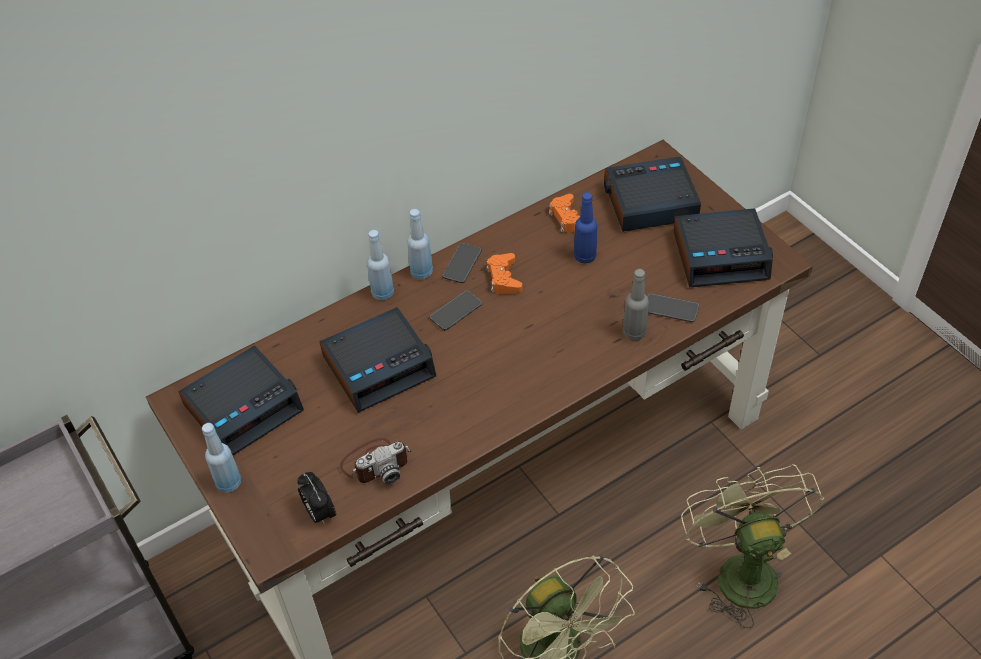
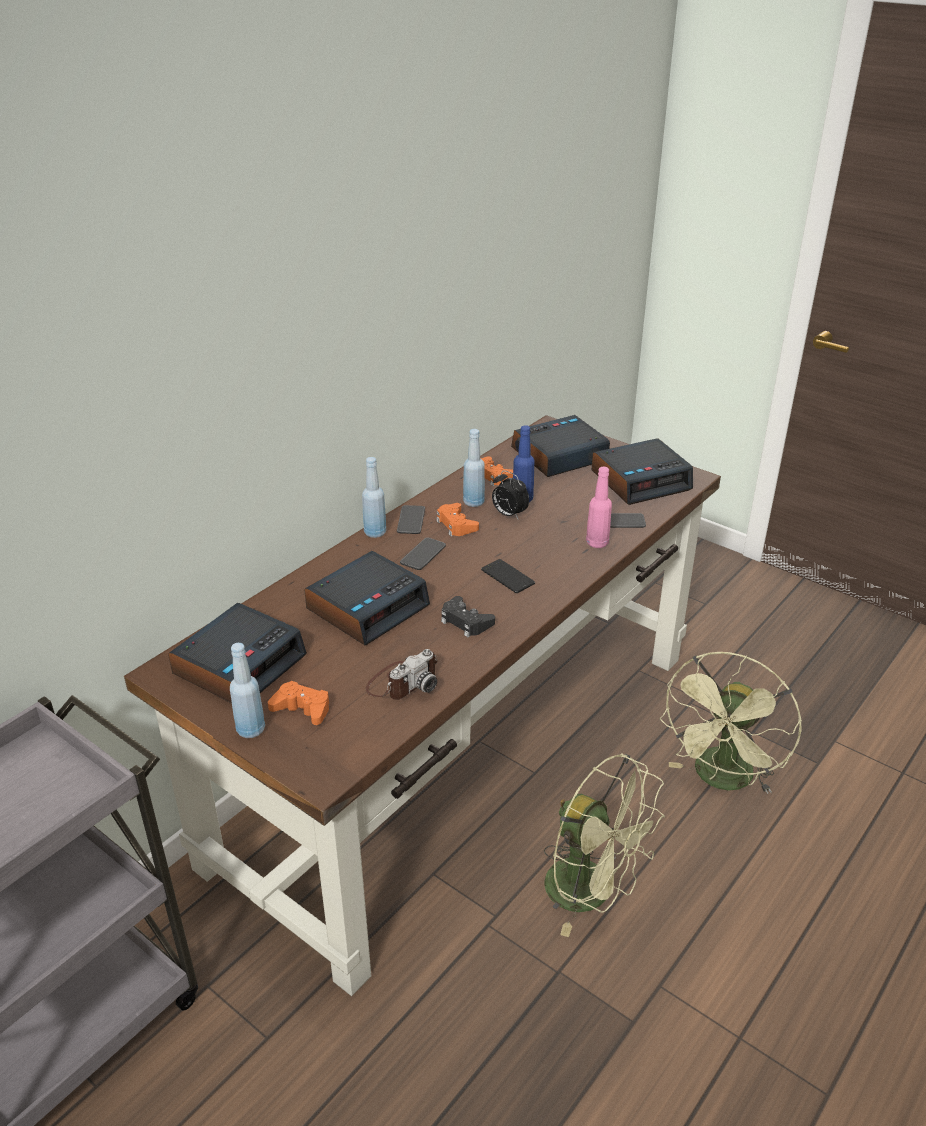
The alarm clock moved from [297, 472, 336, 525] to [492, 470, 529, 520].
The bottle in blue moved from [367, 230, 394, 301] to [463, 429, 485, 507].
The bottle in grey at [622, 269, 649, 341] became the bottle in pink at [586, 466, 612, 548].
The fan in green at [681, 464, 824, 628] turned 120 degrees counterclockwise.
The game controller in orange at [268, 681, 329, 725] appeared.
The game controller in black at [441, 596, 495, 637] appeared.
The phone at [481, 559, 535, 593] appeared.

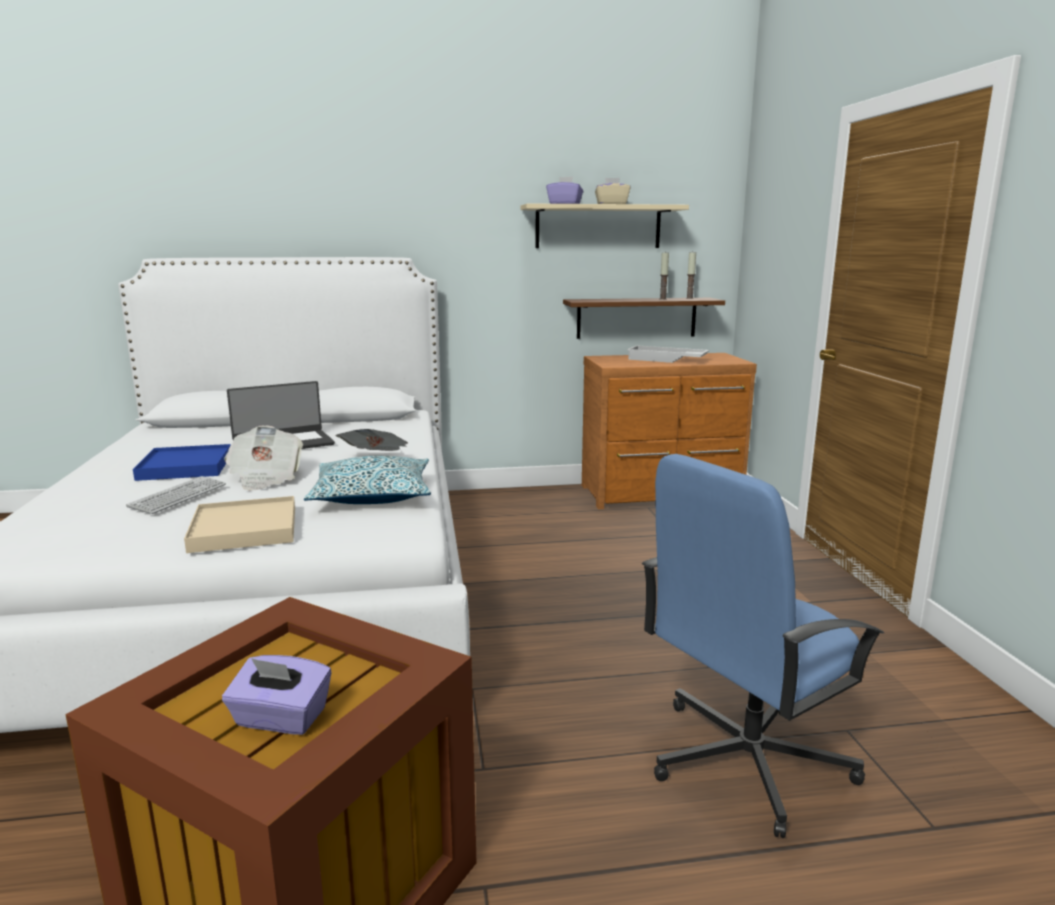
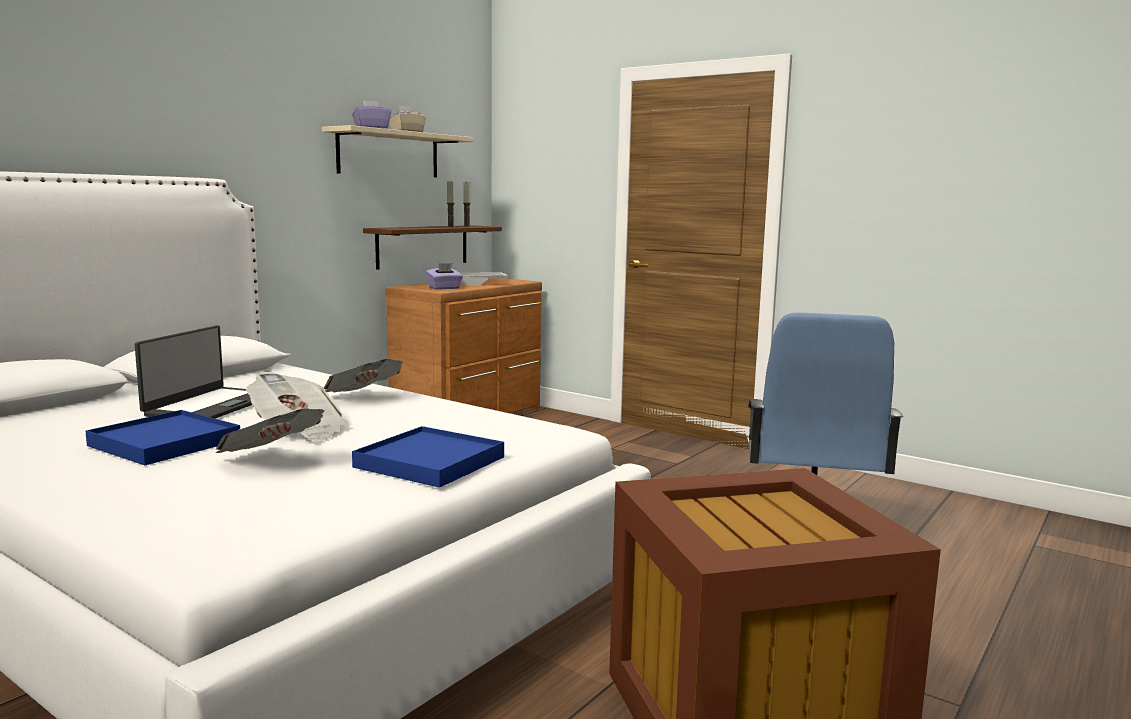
The keyboard at [126, 476, 226, 514] was replaced by the newspaper at [215, 408, 324, 453].
The tray in beige at [184, 496, 295, 553] became the tray in blue at [352, 426, 504, 488].
The tissue box in purple moved from [222, 655, 331, 735] to [425, 263, 463, 290].
The pillow at [304, 456, 431, 504] disappeared.

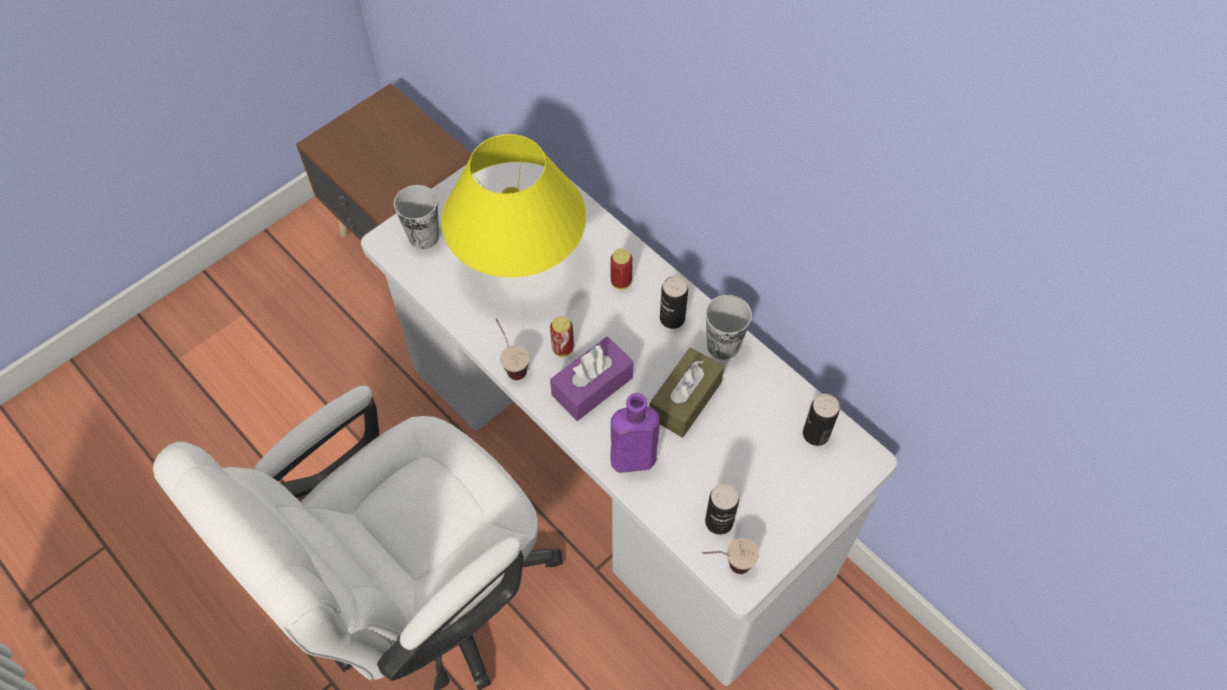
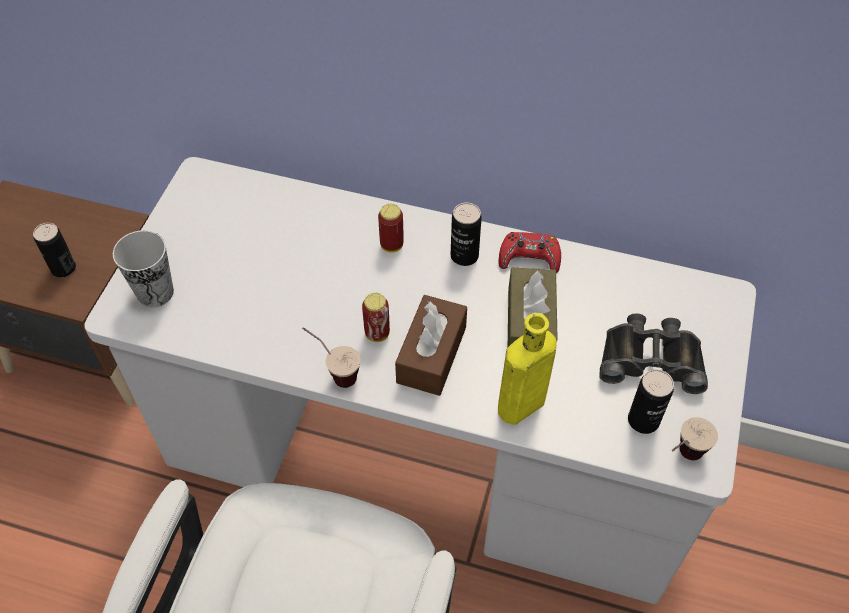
The table lamp in yellow at [442, 134, 587, 278] disappeared.
The tissue box in purple at [550, 336, 633, 421] became the tissue box in brown at [395, 295, 467, 396].
The bottle in purple at [611, 393, 660, 473] became the bottle in yellow at [498, 313, 557, 425].
The cup at [706, 295, 752, 360] was replaced by the game controller in red at [499, 232, 561, 273].
The can moved from [803, 394, 840, 446] to [33, 223, 76, 277].
The binoculars in black at [599, 313, 708, 394] appeared.

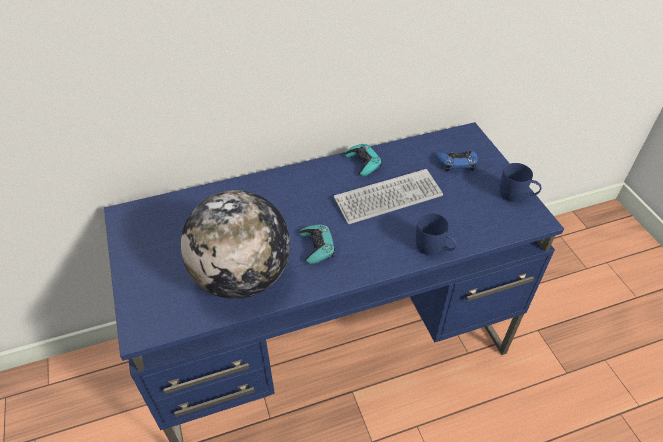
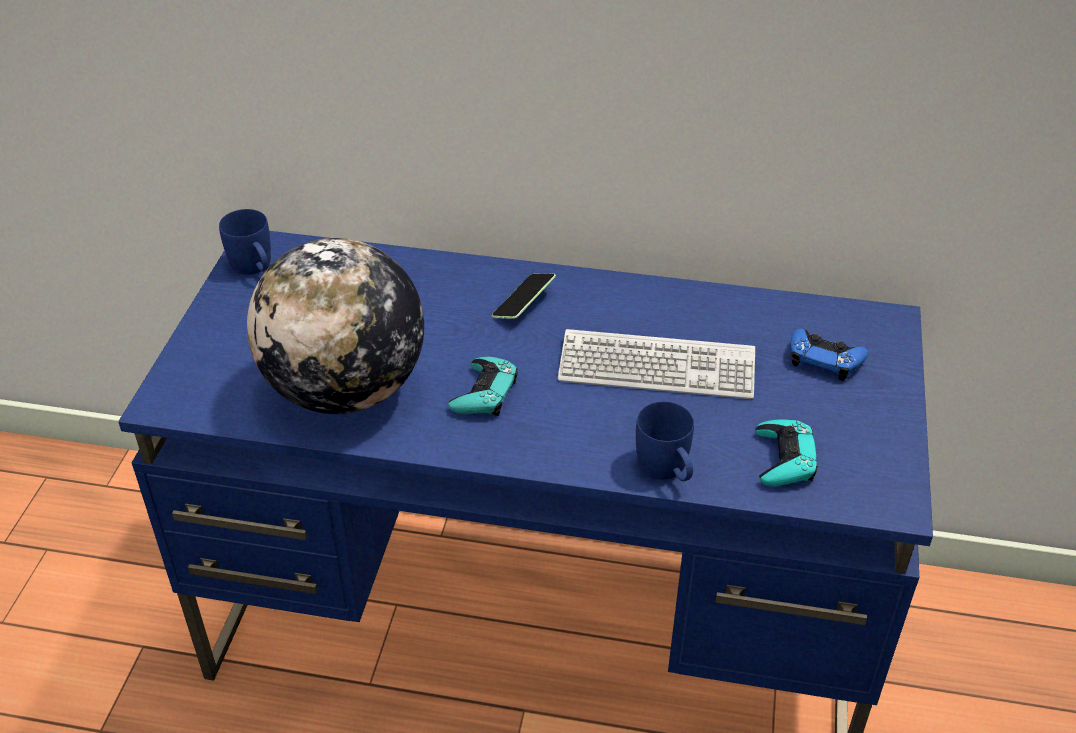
The game controller in turquoise moved from [345, 144, 382, 176] to [755, 419, 818, 486].
The mug in blue moved from [500, 163, 541, 202] to [219, 209, 271, 275].
The phone at [492, 273, 556, 319] appeared.

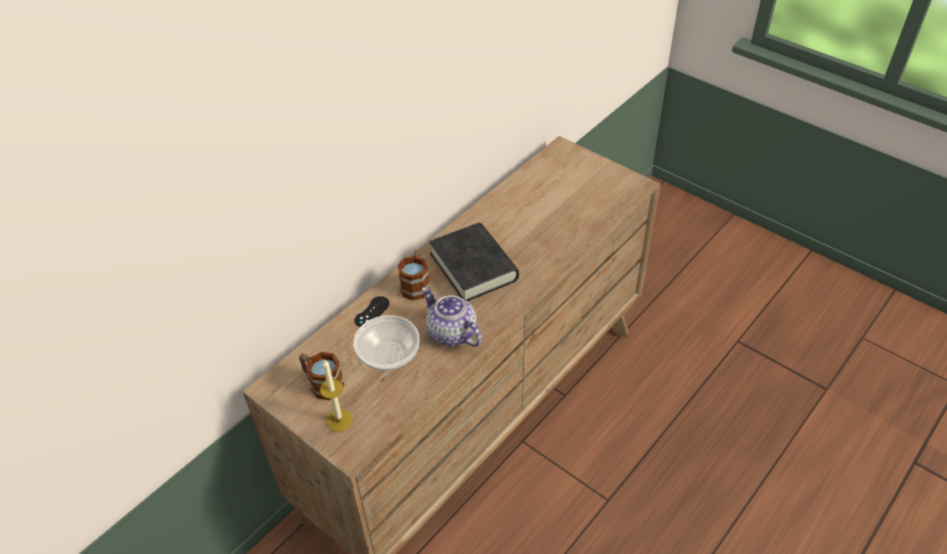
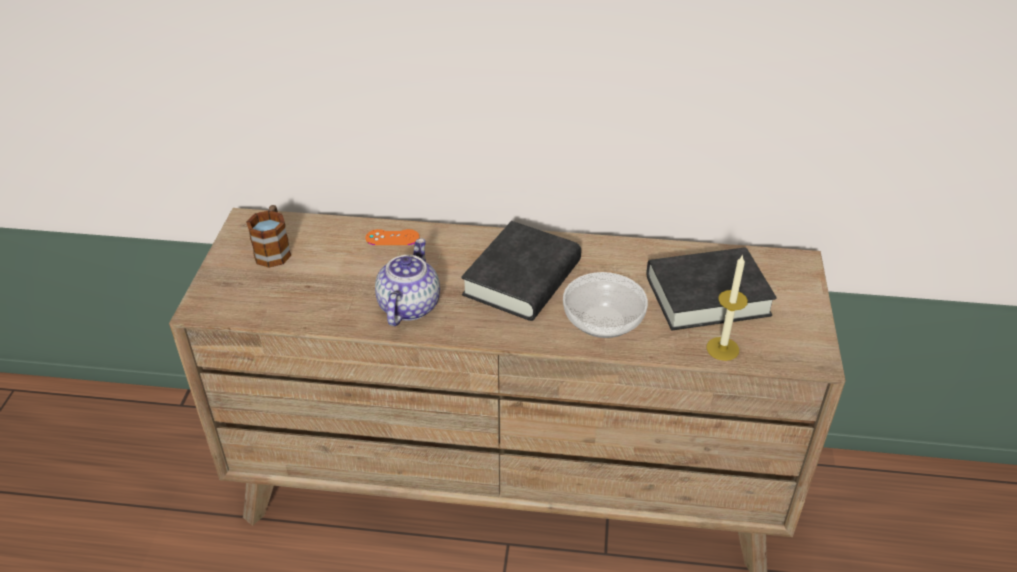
The candle moved from [320, 360, 353, 431] to [706, 254, 748, 361].
The bowl moved from [353, 315, 420, 371] to [563, 272, 648, 338].
The game controller in black at [355, 296, 390, 327] became the game controller in orange at [365, 229, 420, 245].
The mug at [397, 250, 429, 301] disappeared.
The book in black at [646, 247, 776, 331] appeared.

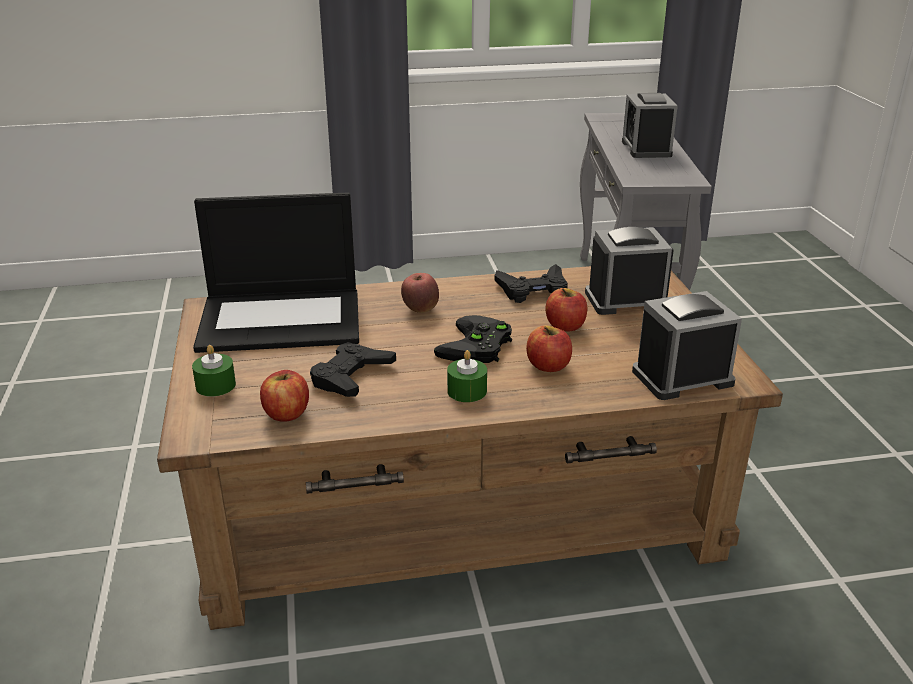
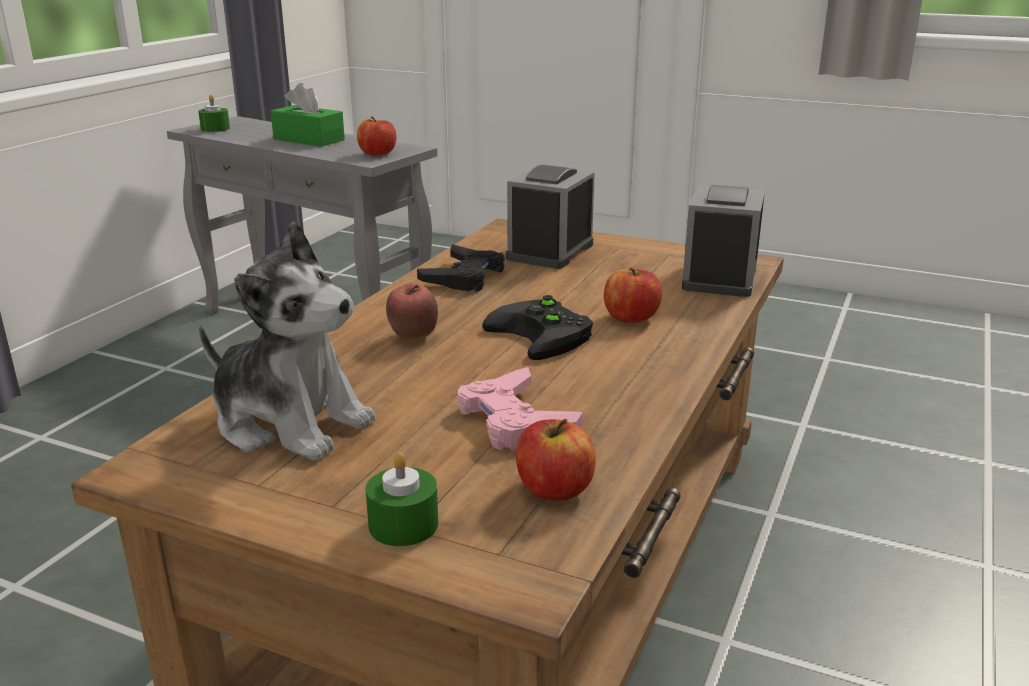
The laptop at [193, 192, 359, 353] was replaced by the plush toy at [199, 221, 376, 461].
The game controller in black at [310, 342, 396, 397] became the game controller in pink at [458, 367, 583, 450].
The candle in green moved from [447, 350, 487, 402] to [198, 95, 230, 132].
The apple moved from [545, 288, 587, 331] to [357, 116, 397, 155].
The alarm clock at [622, 93, 678, 158] was replaced by the tissue box in green at [271, 83, 345, 147].

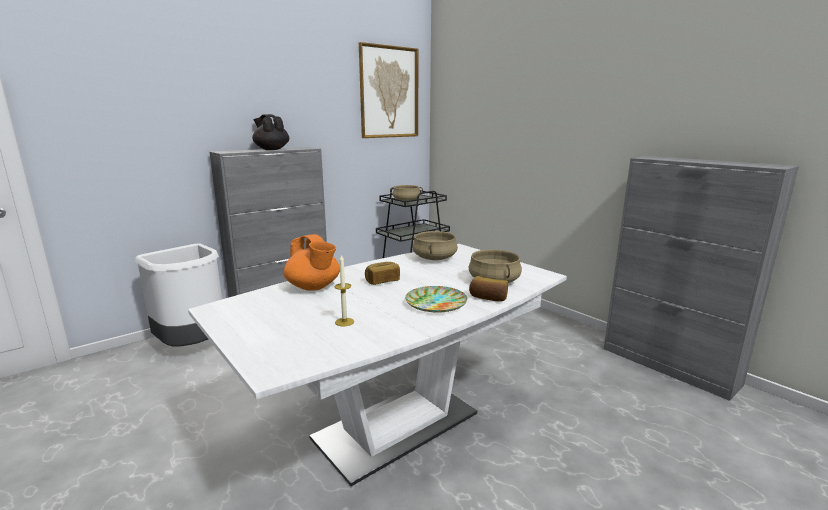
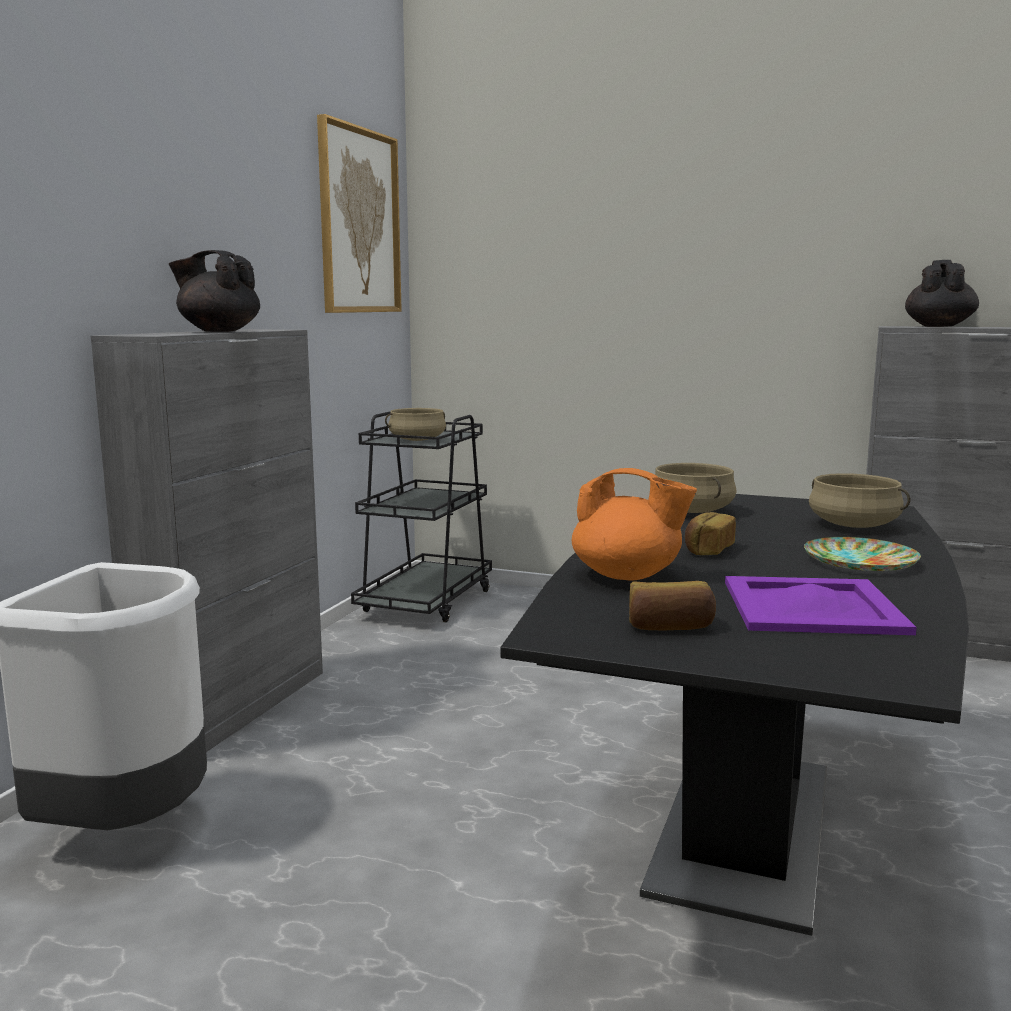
The dining table in white at [188, 244, 567, 486] became the dining table in black at [500, 494, 969, 936].
The candle at [335, 254, 354, 326] was replaced by the tray in purple at [725, 576, 917, 635].
The bread moved from [469, 276, 508, 301] to [629, 581, 716, 630].
The teapot in black at [905, 260, 979, 327] appeared.

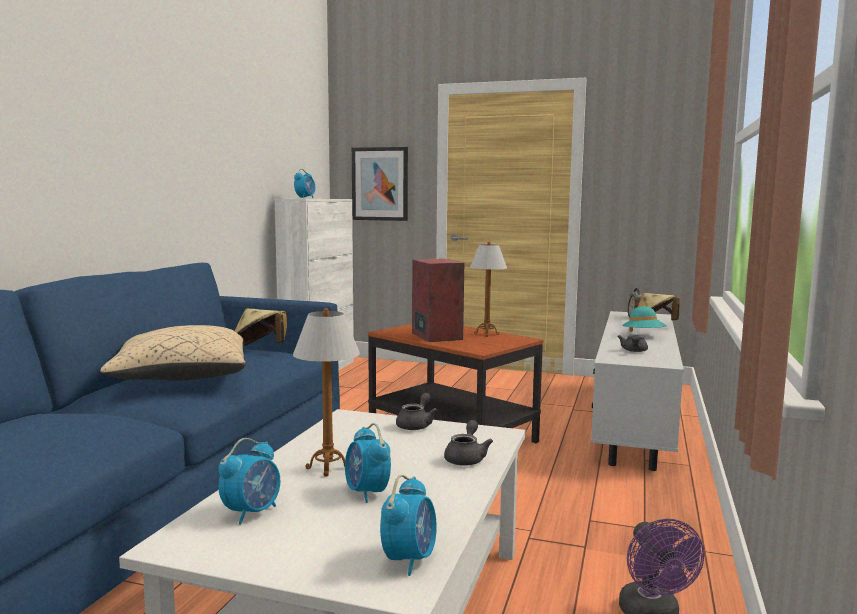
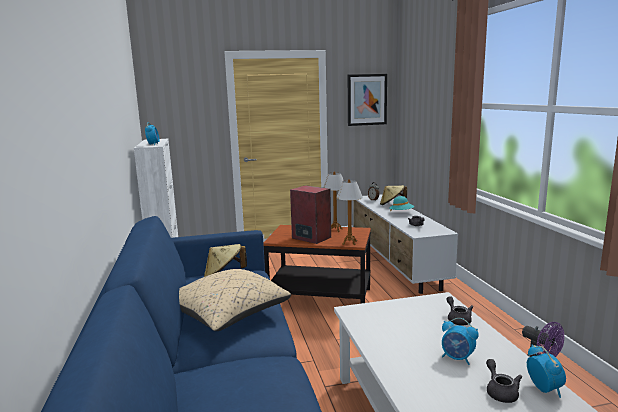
The alarm clock at [218, 438, 280, 525] disappeared.
The table lamp moved from [293, 308, 360, 476] to [336, 179, 363, 245].
The picture moved from [352, 147, 408, 221] to [348, 74, 387, 126].
The teapot in grey moved from [396, 393, 438, 430] to [486, 359, 522, 403].

